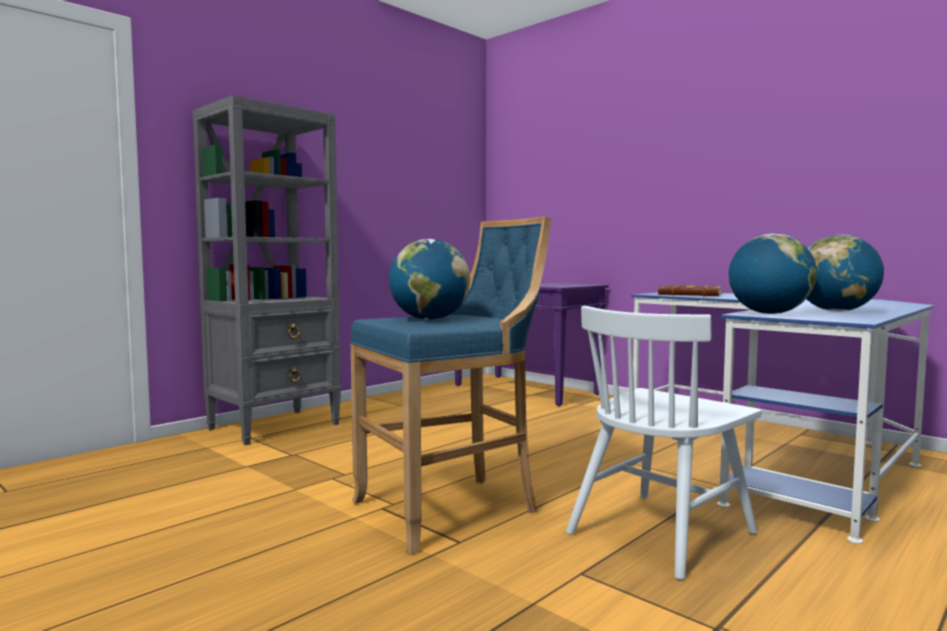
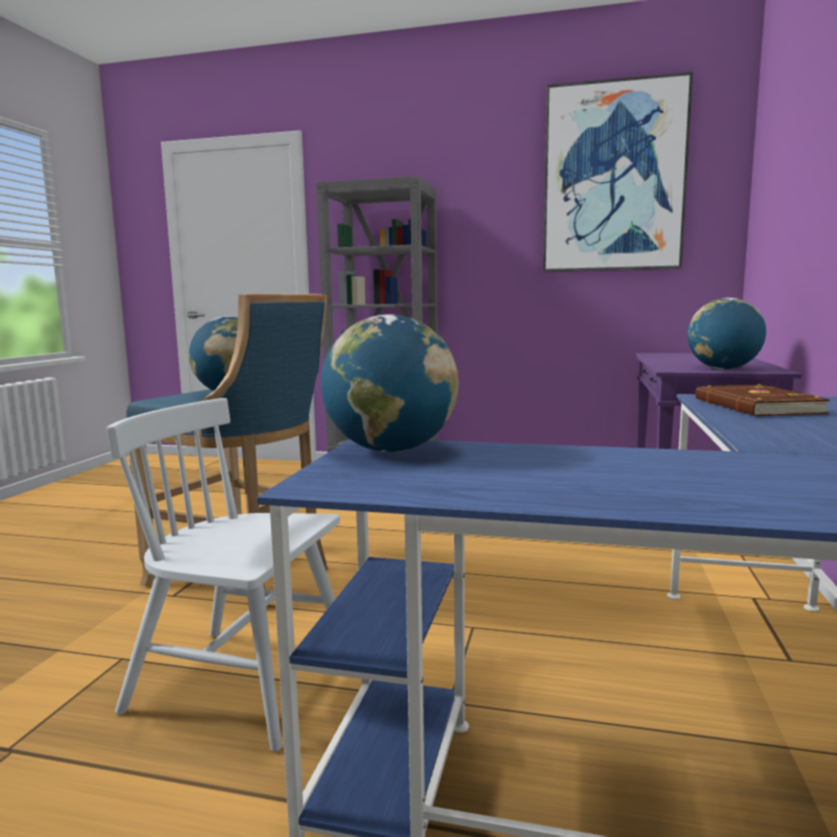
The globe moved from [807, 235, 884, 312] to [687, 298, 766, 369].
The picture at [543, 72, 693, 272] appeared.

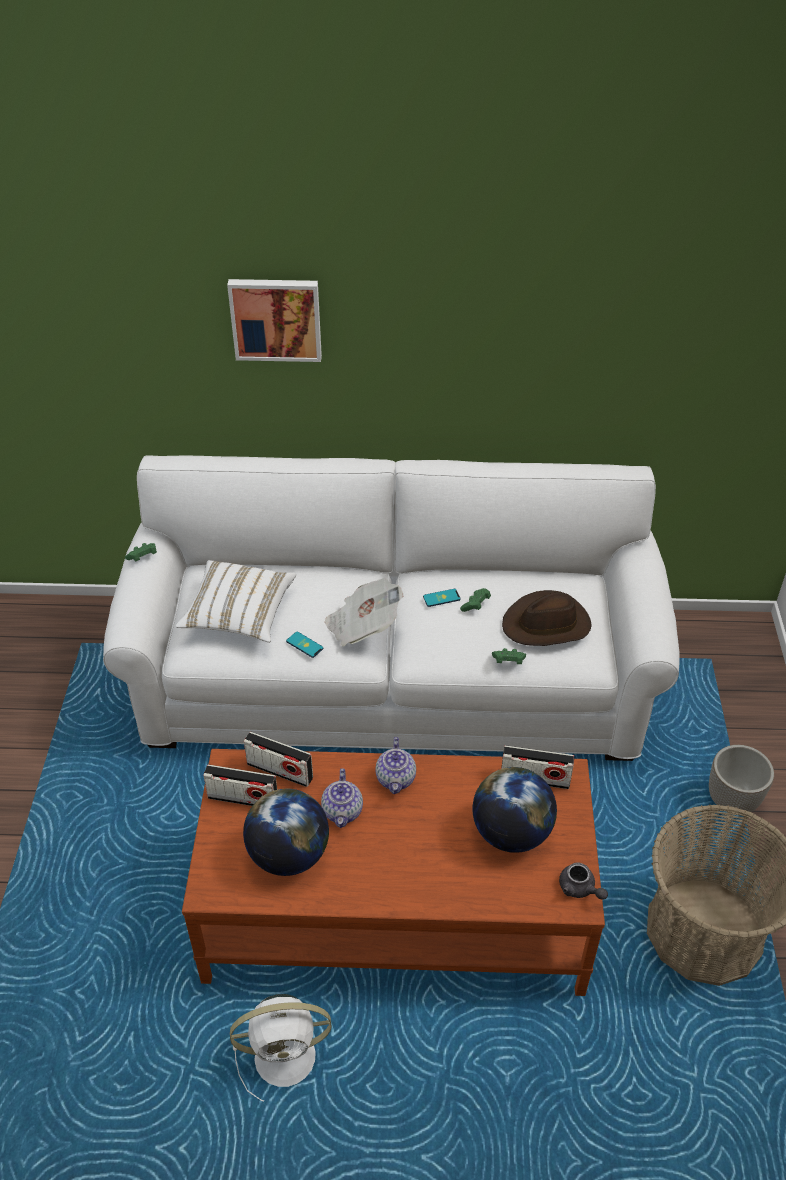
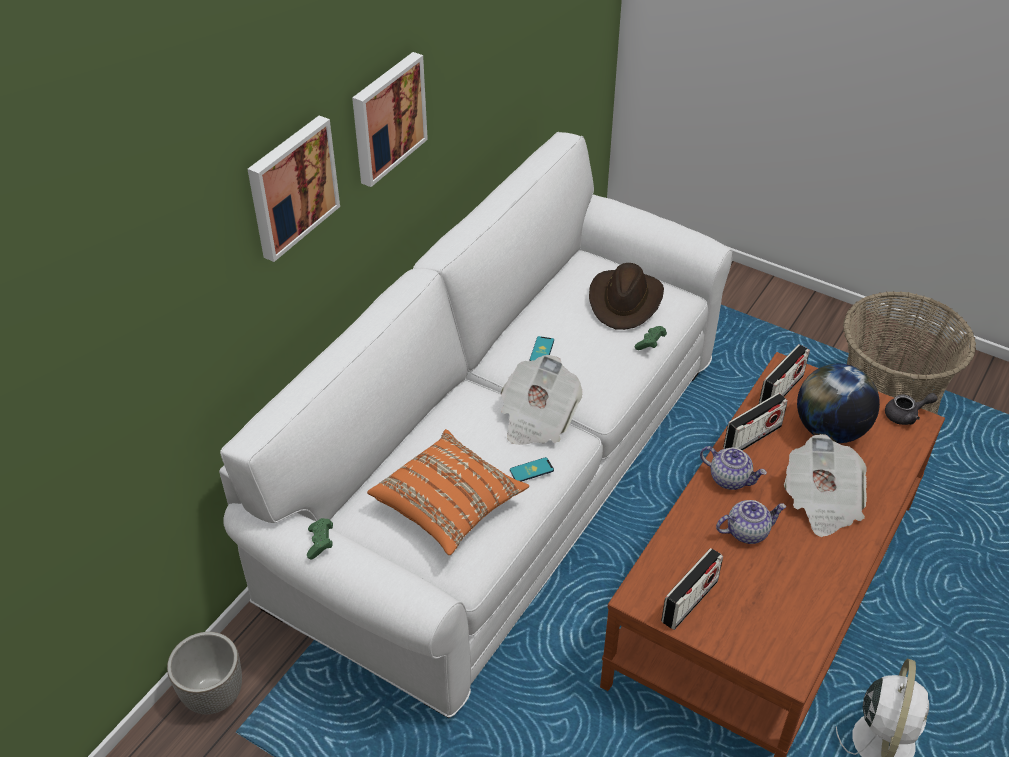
The pillow in white at [175, 560, 296, 643] became the pillow in orange at [367, 429, 529, 555].
The globe at [243, 789, 329, 876] disappeared.
The radio moved from [244, 732, 313, 787] to [723, 393, 788, 451].
The teapot at [321, 769, 363, 828] turned 45 degrees counterclockwise.
The game controller in green at [460, 588, 491, 612] disappeared.
The planter moved from [709, 745, 774, 813] to [167, 632, 242, 714].
The picture at [352, 52, 428, 187] appeared.
The newspaper at [784, 434, 867, 537] appeared.

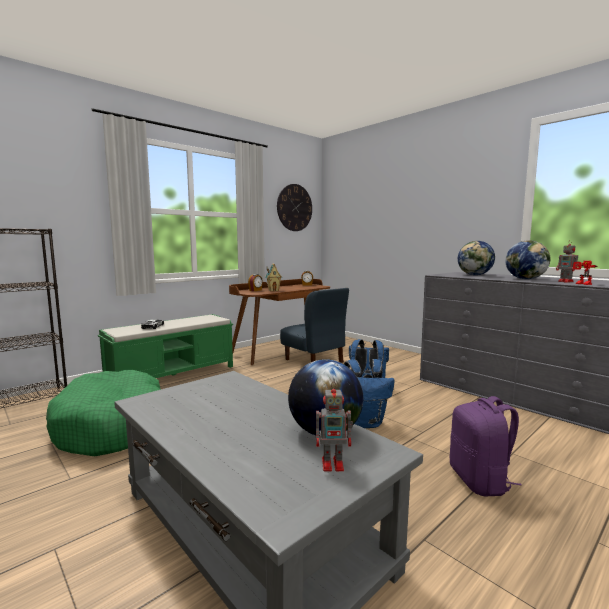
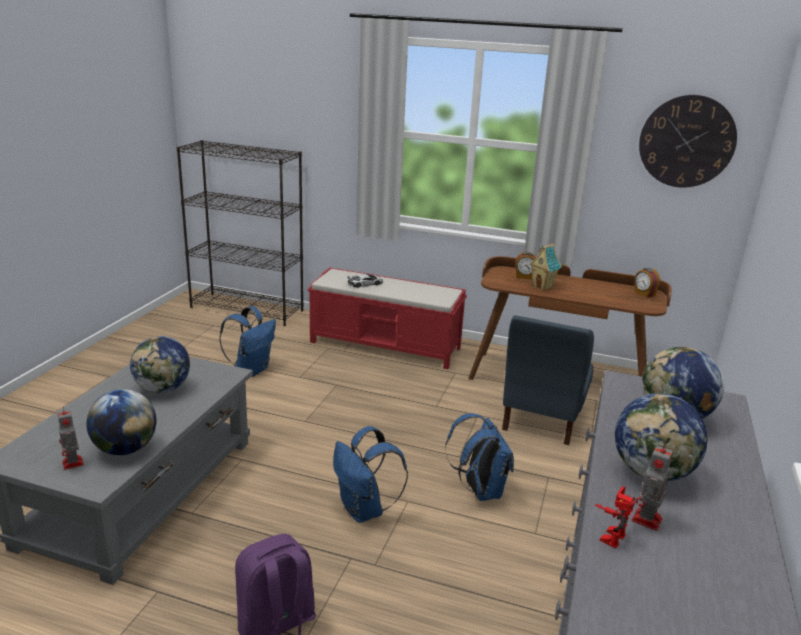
The dog bed in green at [46, 370, 161, 456] was replaced by the backpack in blue at [219, 306, 276, 377].
The bench in green at [98, 314, 233, 378] became the bench in red at [308, 268, 467, 369].
The globe at [130, 336, 190, 393] appeared.

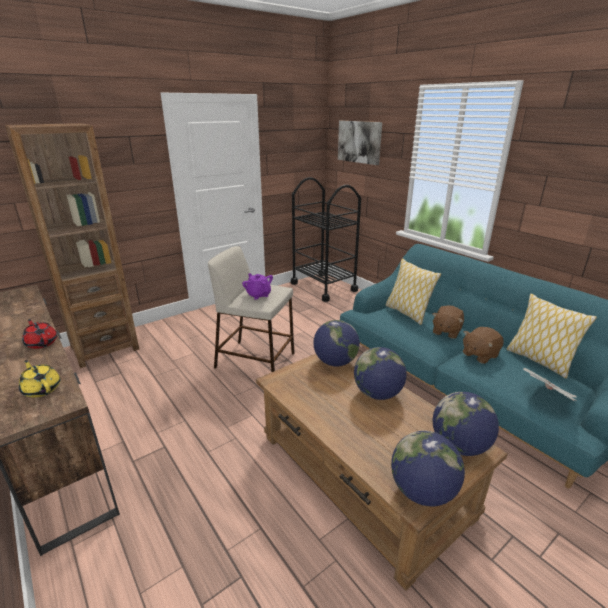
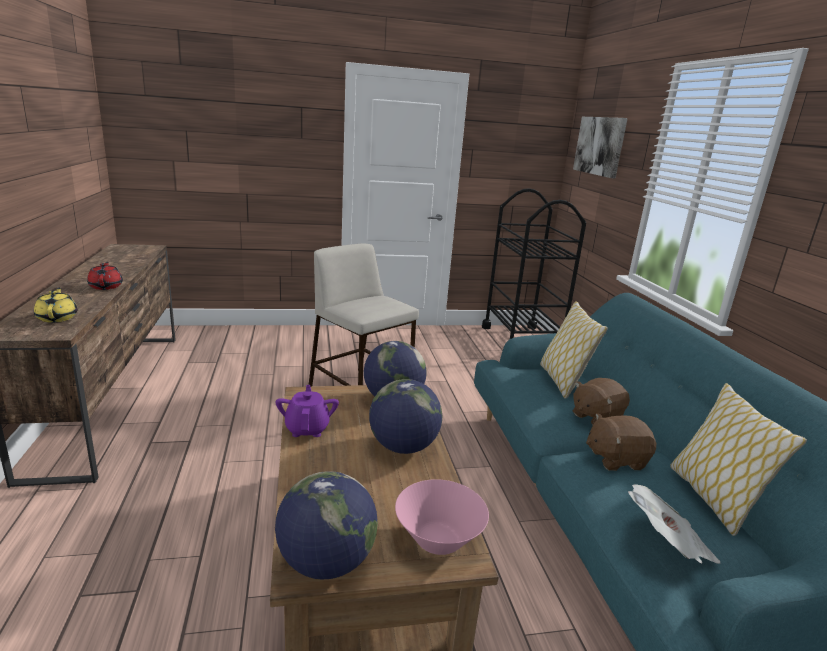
The bookcase in brown at [5, 123, 139, 368] disappeared.
The teapot in purple moved from [242, 273, 273, 300] to [275, 385, 339, 437].
The globe at [433, 392, 499, 456] was replaced by the bowl in pink at [395, 479, 489, 555].

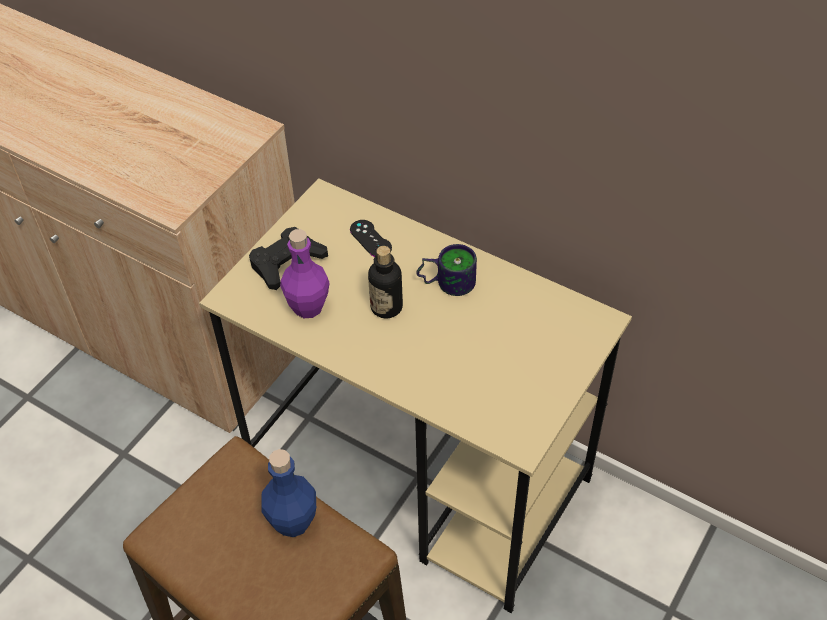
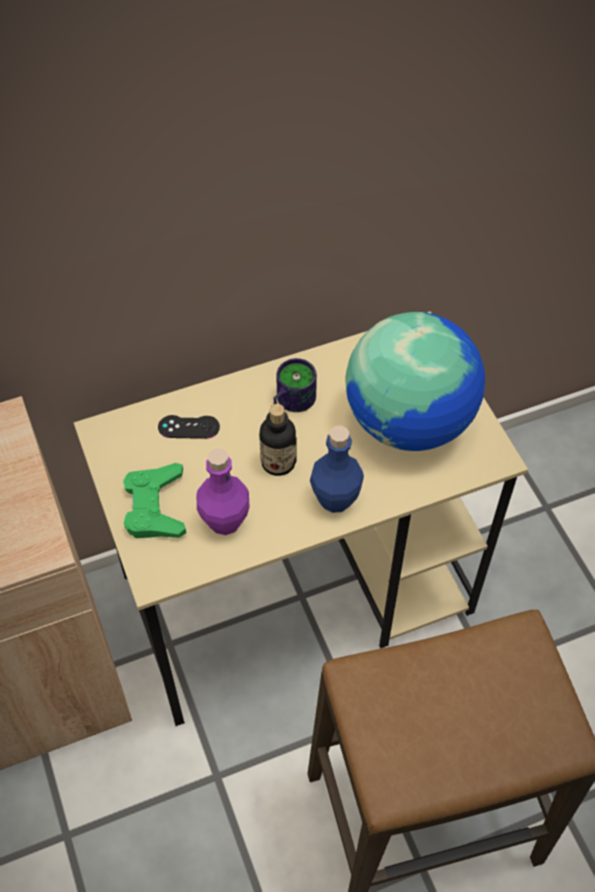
The game controller in black at [249, 227, 328, 290] became the game controller in green at [123, 463, 186, 538].
The bottle in blue moved from [261, 449, 316, 537] to [310, 425, 364, 513].
The globe at [345, 312, 485, 451] appeared.

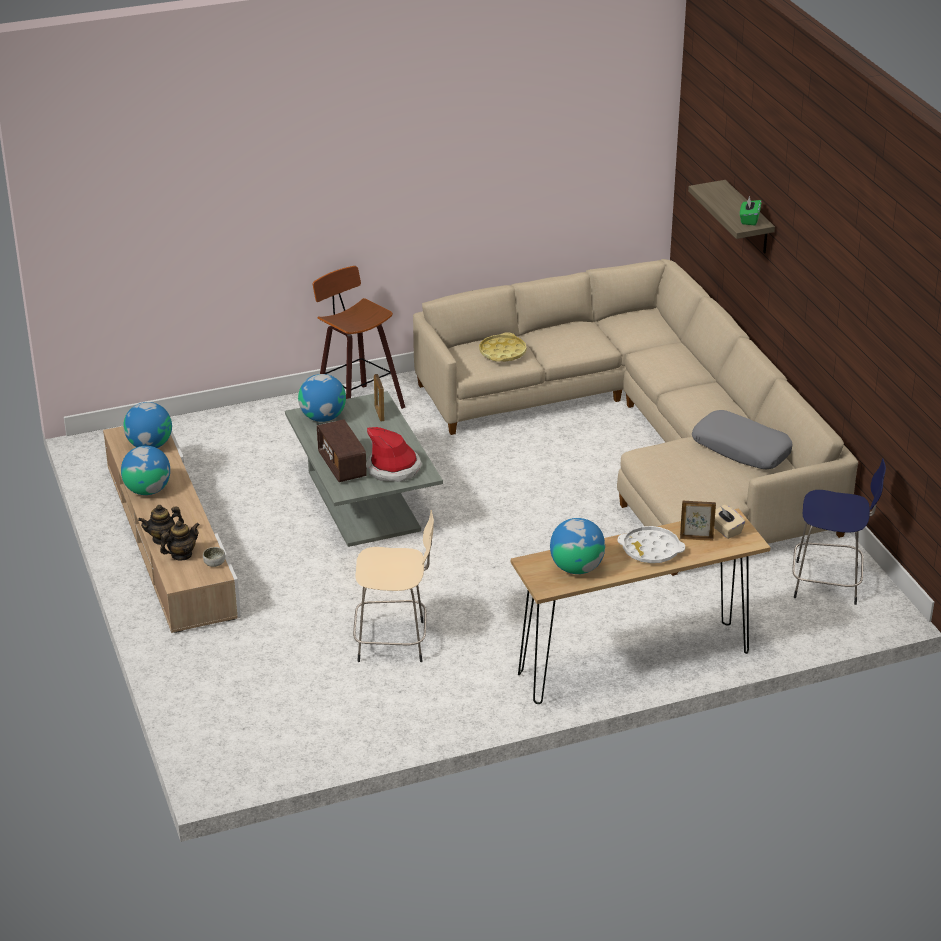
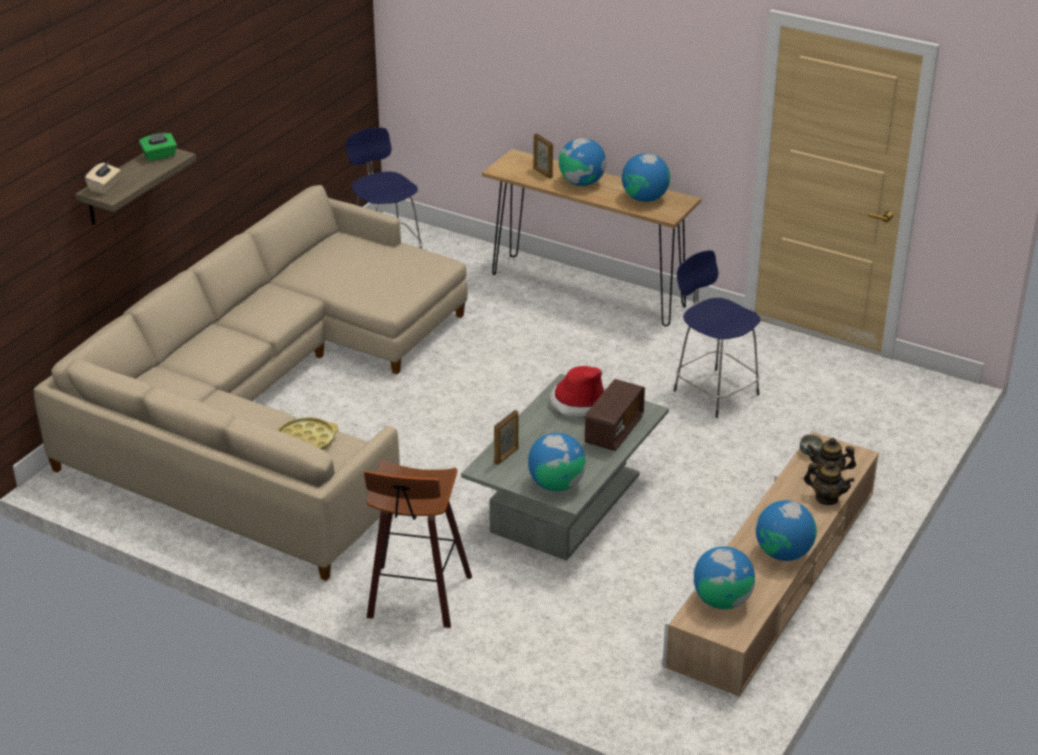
The stool in beige at [353, 510, 434, 662] became the stool in blue at [674, 250, 761, 418].
The tray in white at [618, 526, 685, 563] was replaced by the globe at [559, 138, 606, 186].
The pillow in grey at [692, 410, 793, 469] disappeared.
The tissue box in beige moved from [714, 504, 745, 539] to [85, 162, 121, 194].

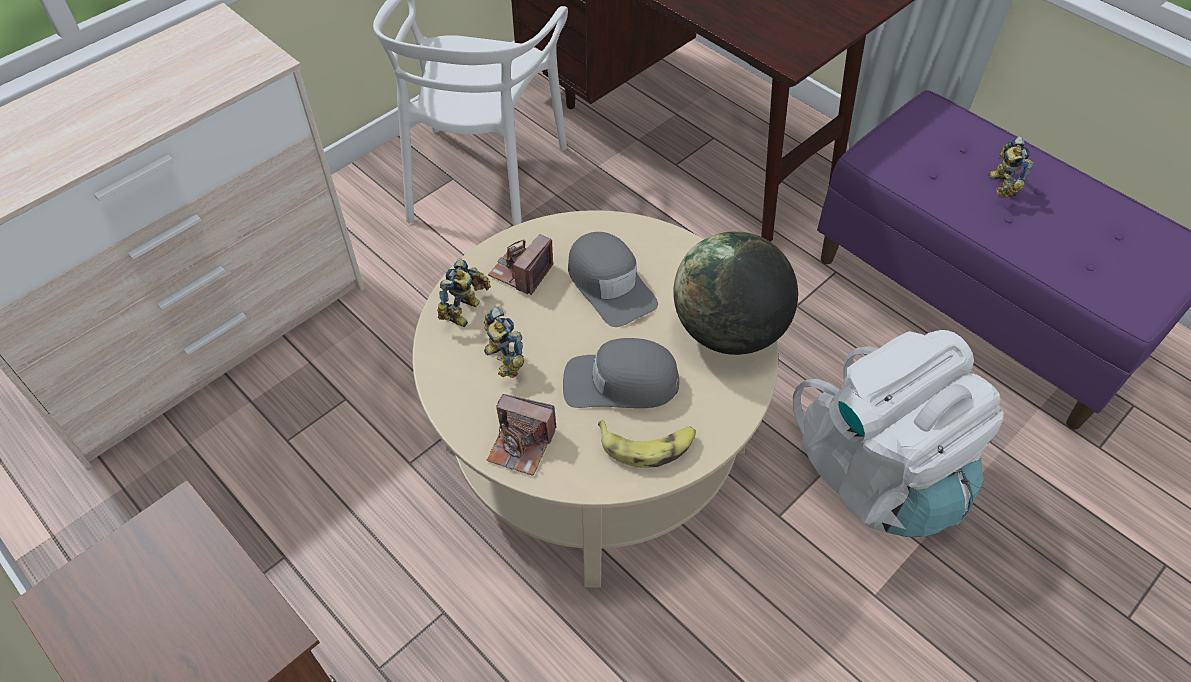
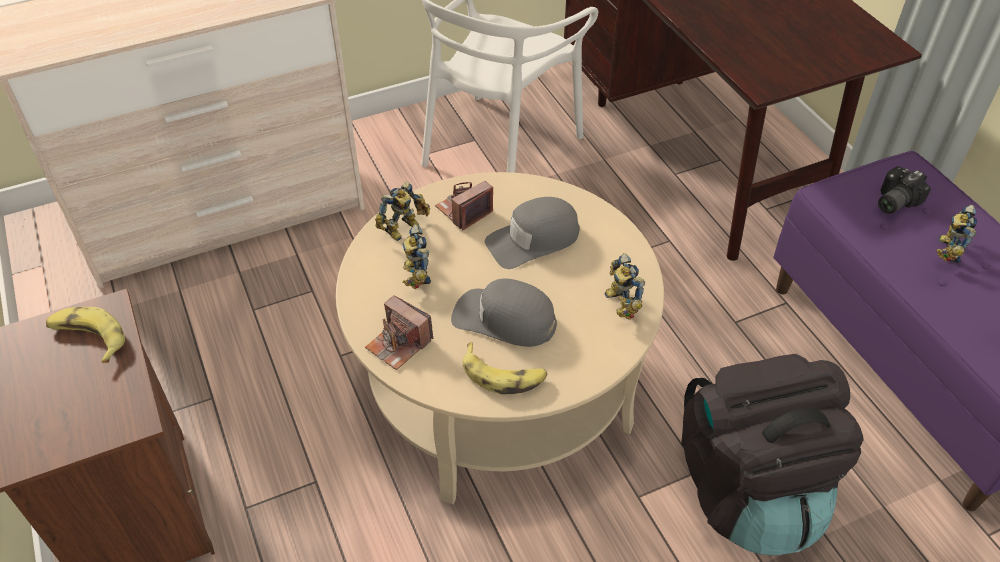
The cap in grey at [568, 232, 658, 327] turned 75 degrees clockwise.
The globe at [673, 231, 798, 355] was replaced by the toy robot at [604, 253, 645, 320].
The backpack in white at [793, 330, 1004, 537] became the backpack in black at [681, 354, 863, 556].
The banana at [46, 307, 125, 363] appeared.
The photo camera at [878, 166, 931, 214] appeared.

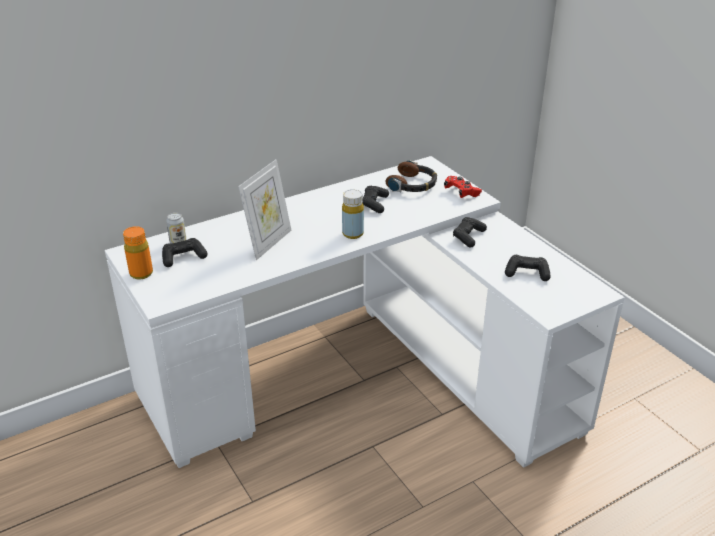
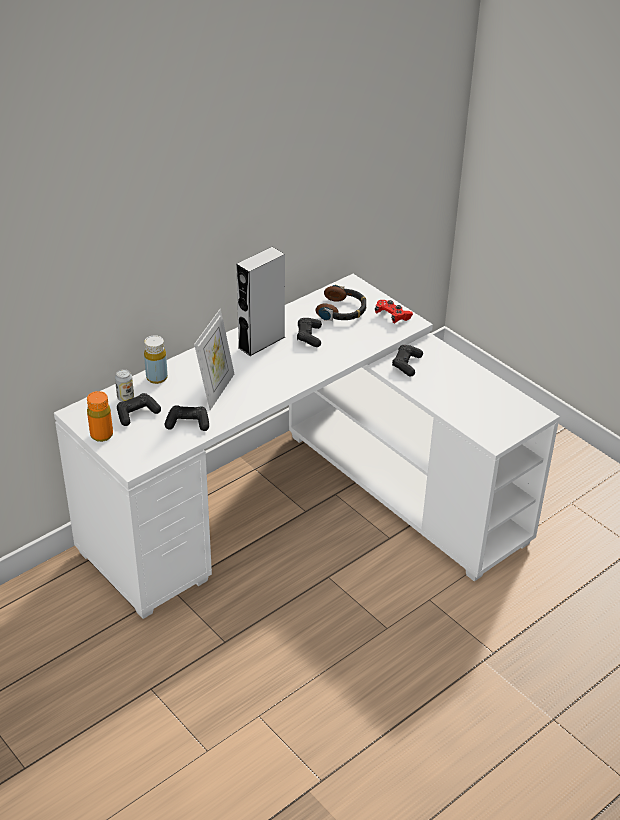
The bottle in yellow moved from [342, 189, 364, 239] to [144, 335, 168, 384].
The game controller in black moved from [505, 255, 551, 281] to [165, 405, 209, 431].
The speaker in grey at [236, 247, 285, 356] appeared.

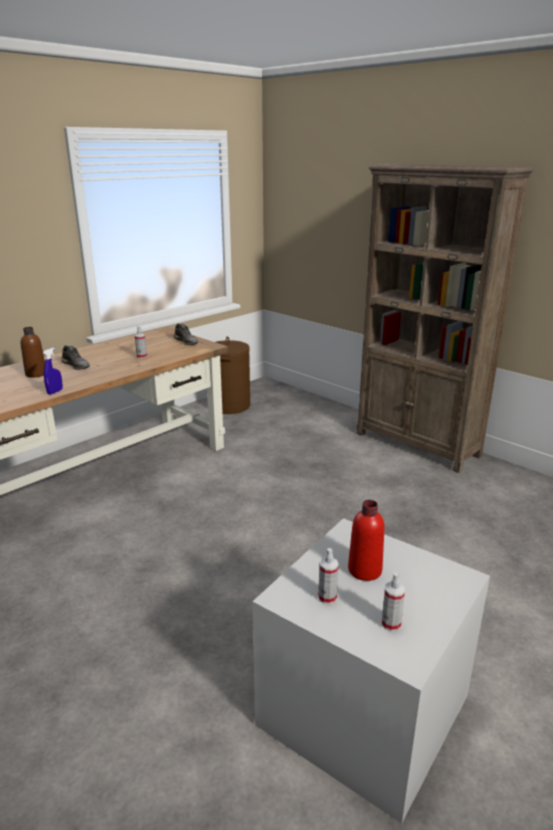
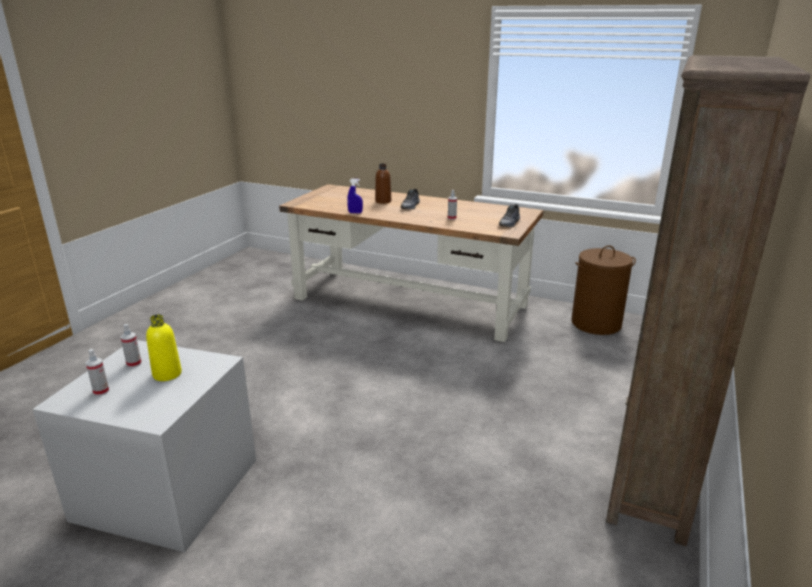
The bottle in red at [348, 500, 385, 581] became the bottle in yellow at [146, 314, 182, 381].

